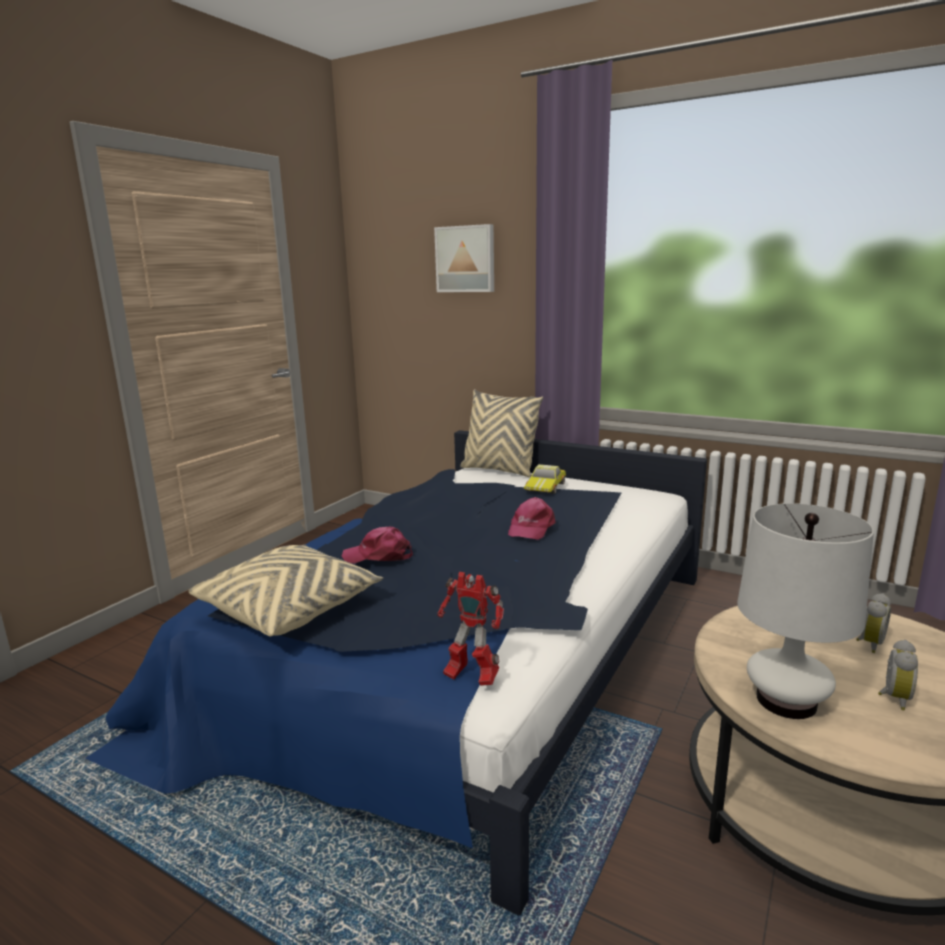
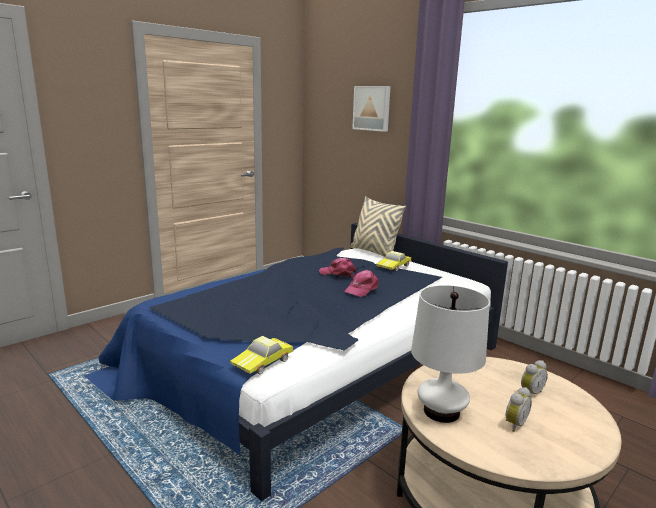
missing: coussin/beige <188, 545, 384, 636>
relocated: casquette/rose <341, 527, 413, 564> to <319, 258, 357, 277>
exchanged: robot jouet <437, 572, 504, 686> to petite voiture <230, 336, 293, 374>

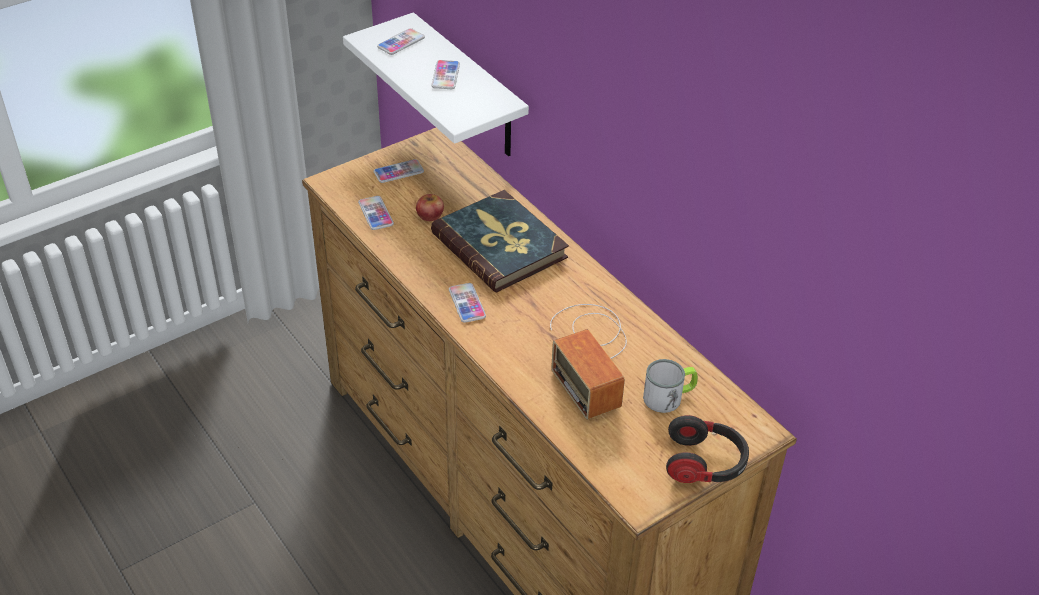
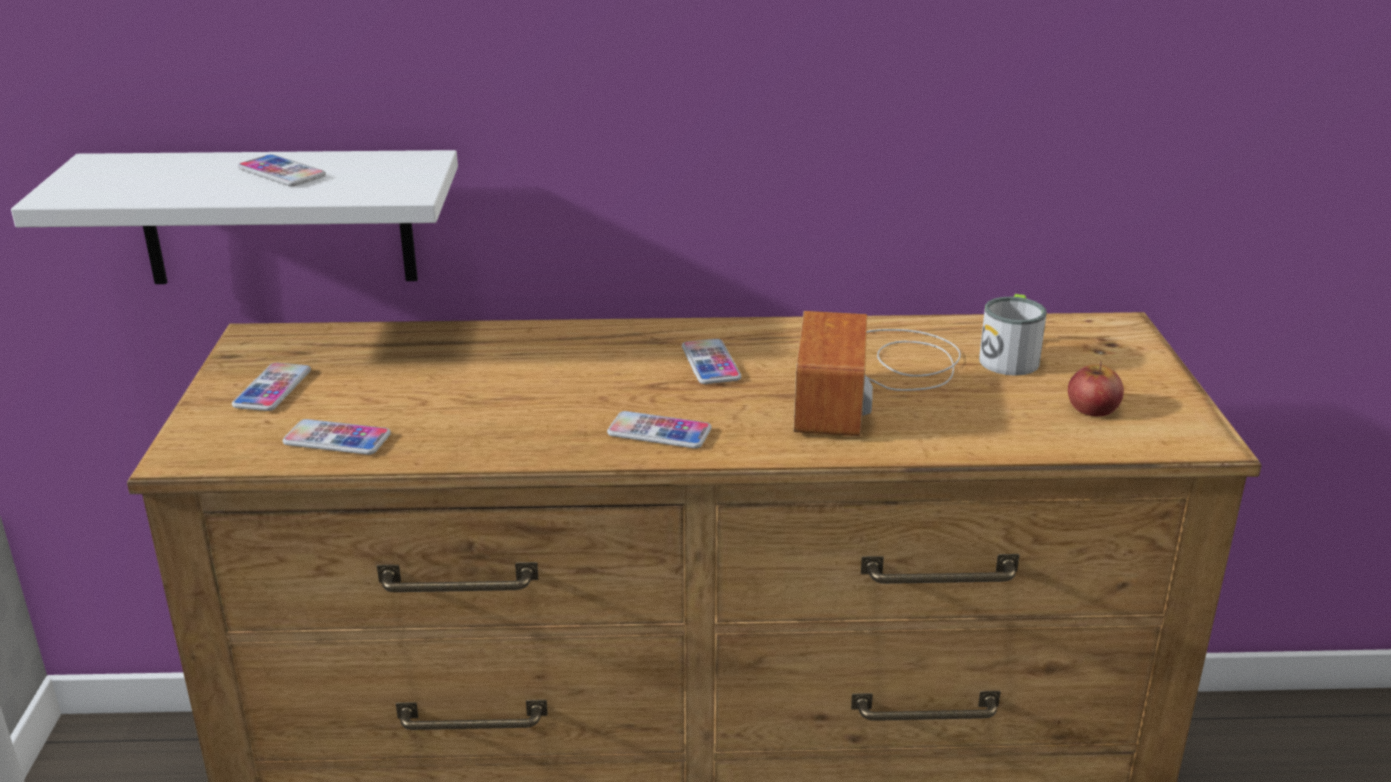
missing: livre <431, 190, 569, 292>; casque audio <666, 415, 749, 483>
relocated: téléphone <377, 28, 425, 55> to <682, 339, 742, 384>; pomme <416, 194, 444, 221> to <1068, 361, 1124, 416>
spun: radio <550, 304, 627, 420> = <794, 311, 961, 436> 90 degrees clockwise

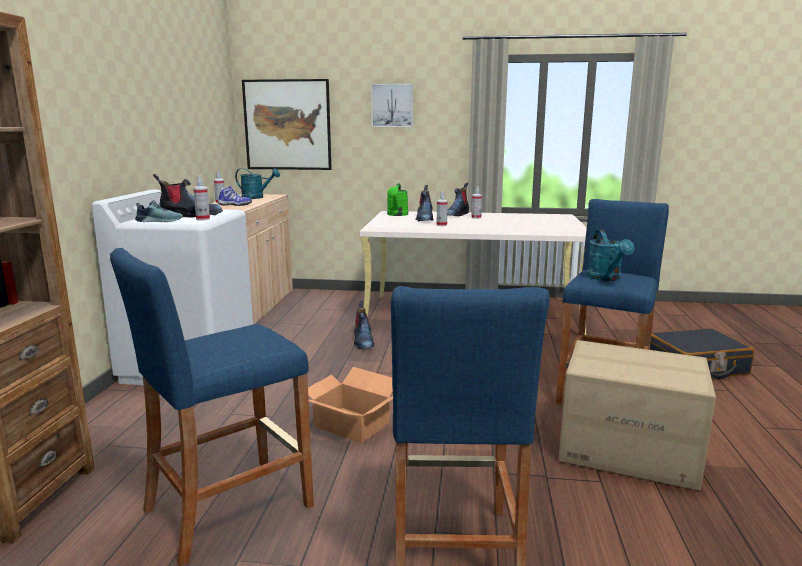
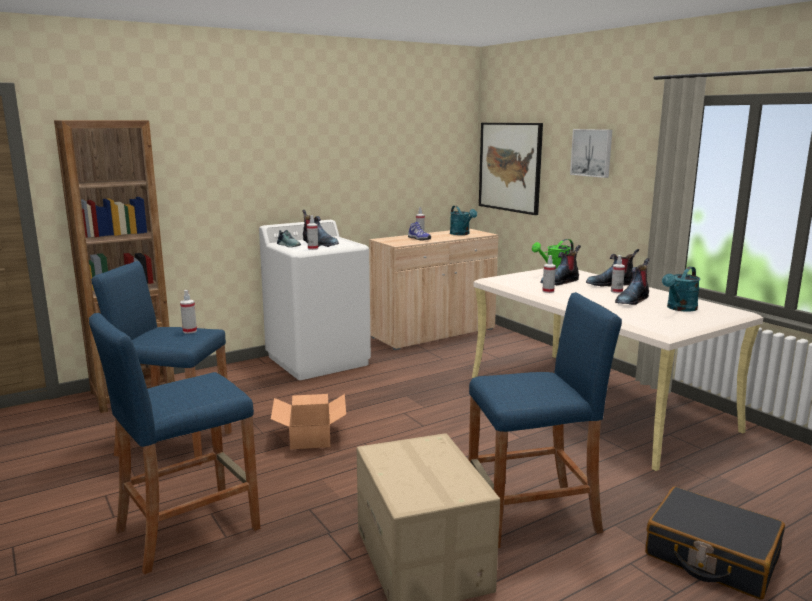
appeared: vaporisateur <180, 290, 197, 334>
relocated: arrosoir/turquoise <587, 230, 635, 281> to <662, 266, 700, 312>; botte <354, 301, 374, 349> to <615, 258, 650, 305>

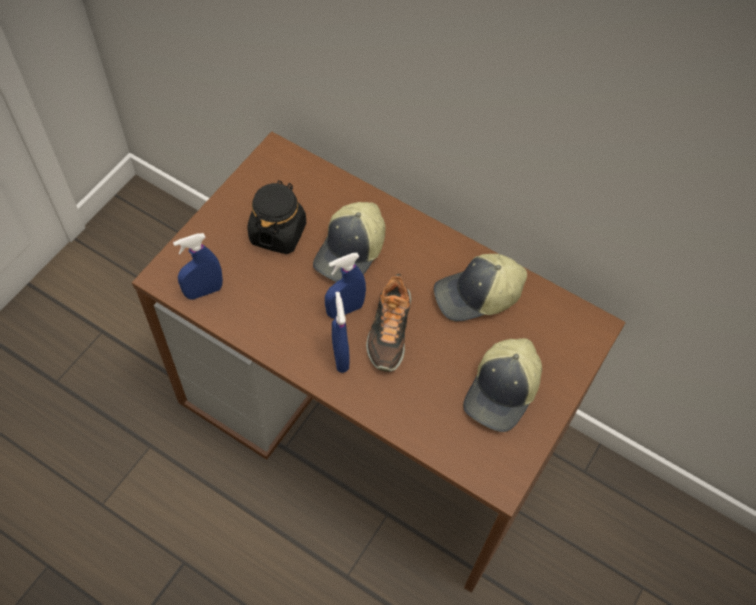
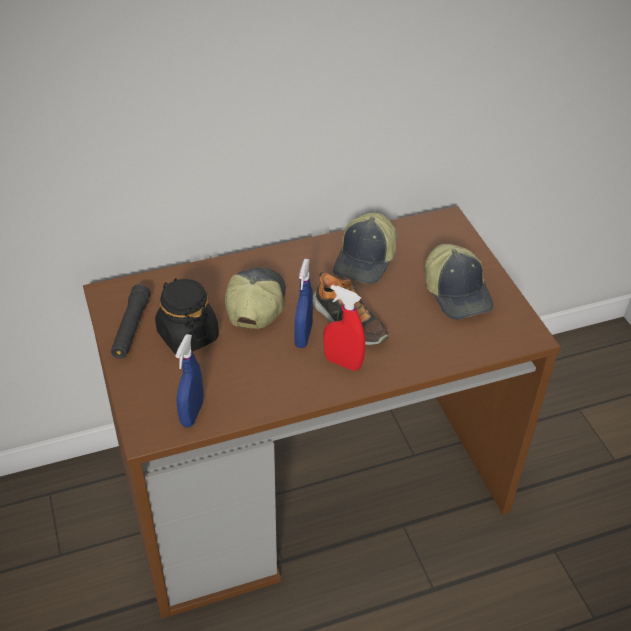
appeared: lampe de poche/noir <111, 284, 151, 359>
colour: vaporisateur/bleu <332, 292, 349, 373> to vaporisateur/rouge <324, 285, 365, 371>
spun: casquette <313, 202, 386, 282> = <225, 268, 286, 329> 150 degrees counterclockwise

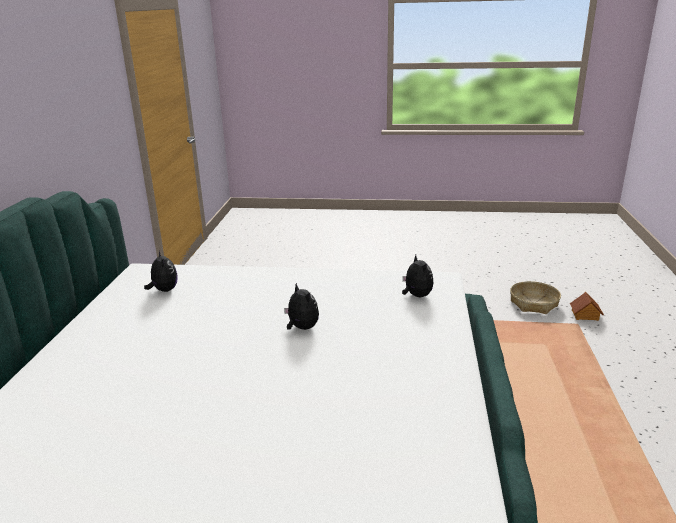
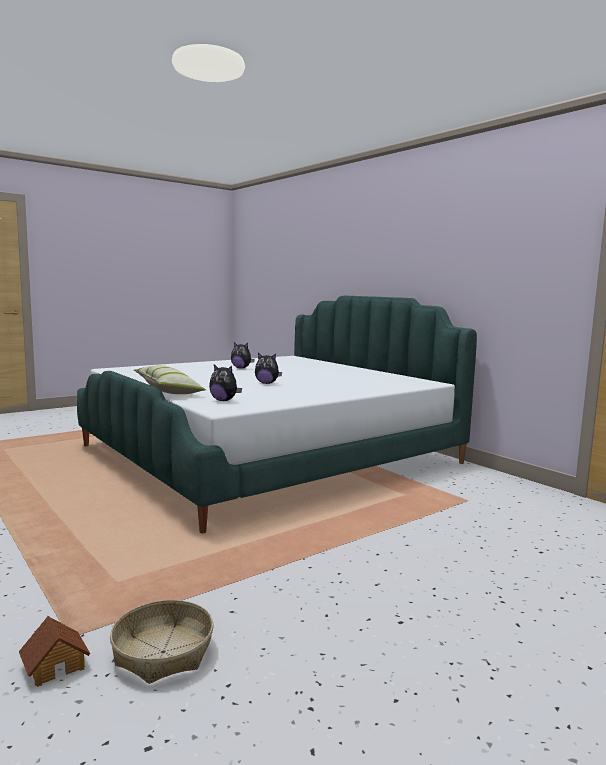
appeared: coussin <134, 365, 206, 394>
relocated: peluche <144, 251, 177, 292> to <231, 342, 255, 369>

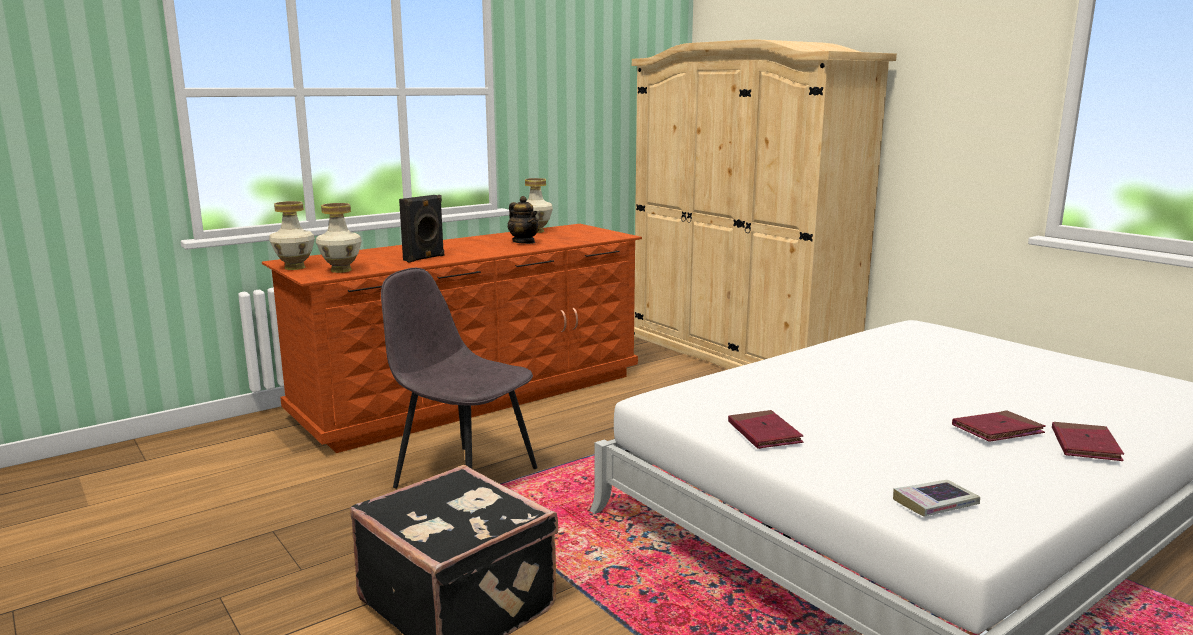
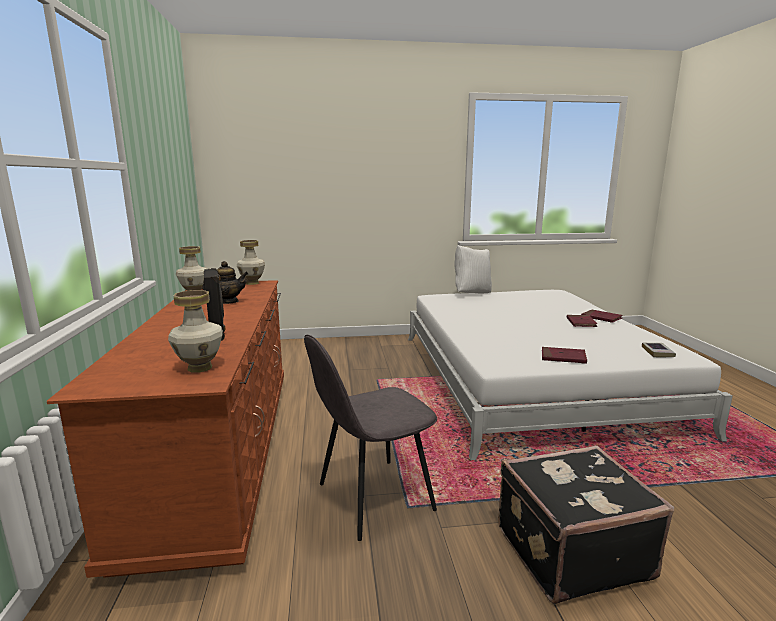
missing: armoire/beige <632, 39, 897, 369>
appeared: coussin/blanc <454, 245, 492, 293>
relocated: vase <269, 201, 315, 270> to <237, 240, 265, 285>

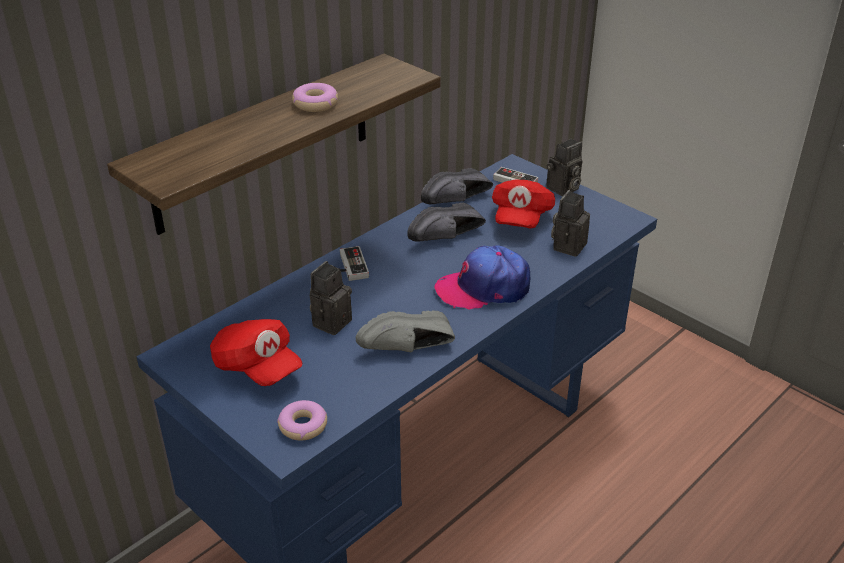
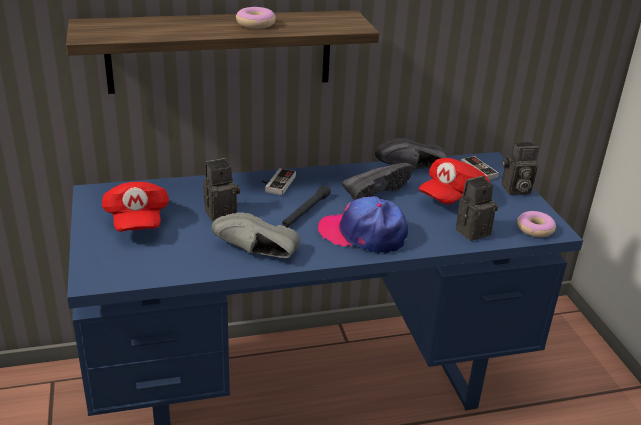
appeared: lampe de poche/noir <282, 185, 331, 228>
relocated: beignet <277, 400, 327, 441> to <517, 211, 556, 237>
spun: chaussure/noir <407, 203, 486, 242> = <342, 163, 414, 200> 150 degrees clockwise

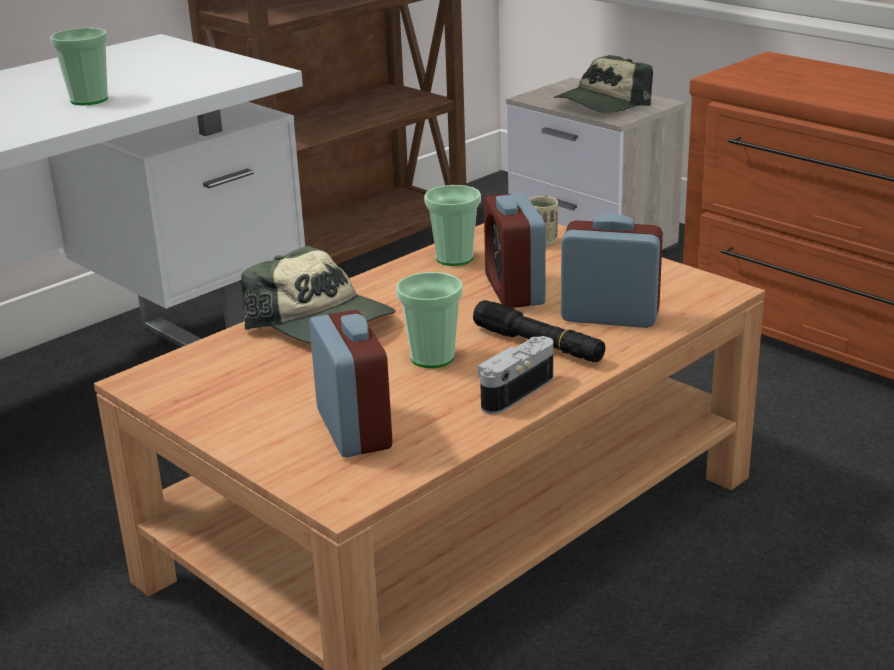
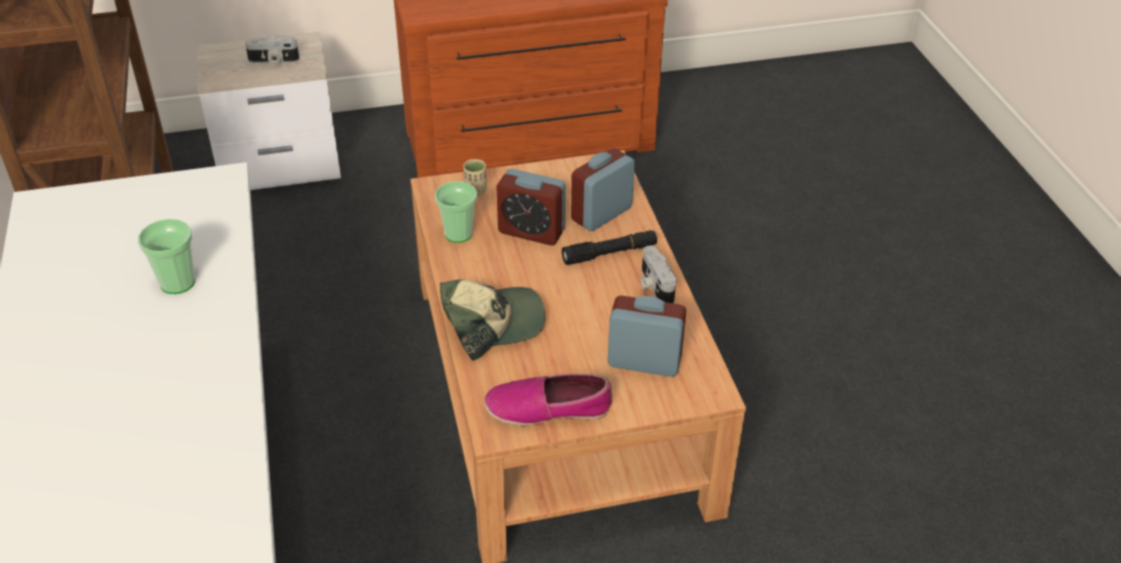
missing: tasse <396, 272, 462, 368>
appeared: chaussure <484, 374, 612, 426>
exchanged: casquette <554, 55, 653, 113> to appareil photo <245, 36, 299, 64>

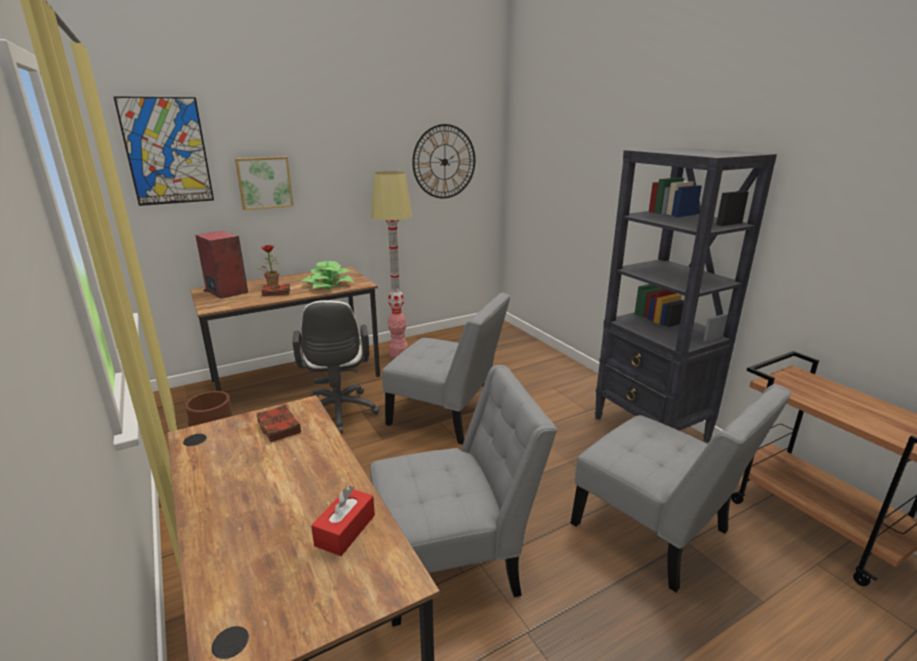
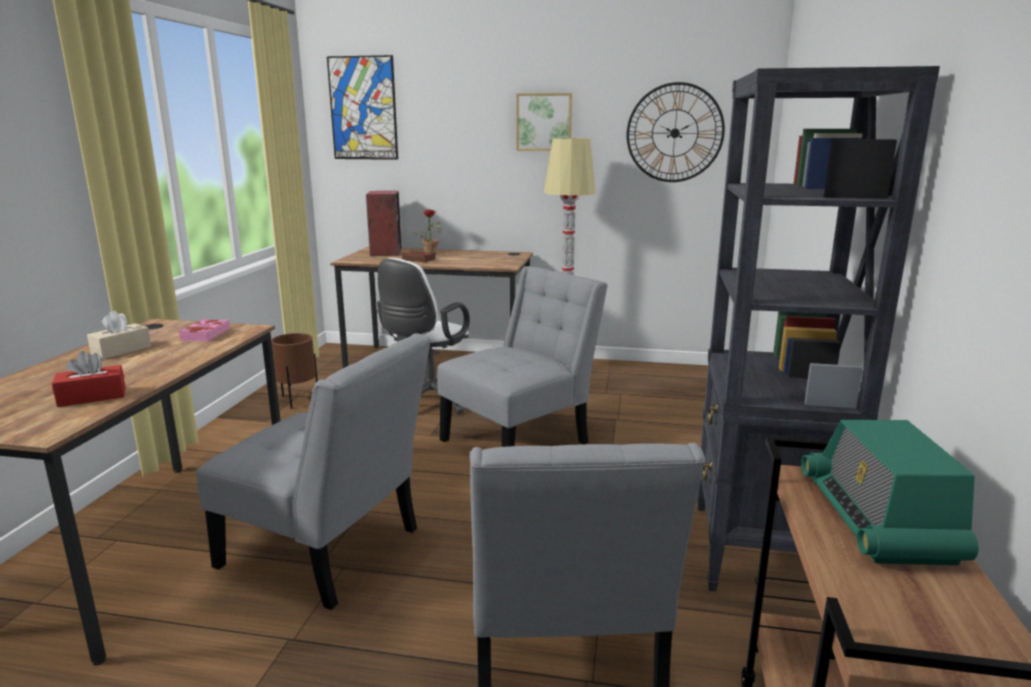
missing: plante en pot <300, 261, 354, 290>
appeared: boîte à mouchoirs/beige <87, 311, 151, 359>; radio <801, 420, 978, 565>
relocated: tableau <235, 157, 294, 210> to <516, 93, 572, 151>
colour: livre/marron <257, 404, 301, 442> to livre/rose <178, 319, 230, 342>
spun: chaise/gris <382, 292, 511, 445> = <437, 266, 608, 447> 105 degrees counterclockwise

